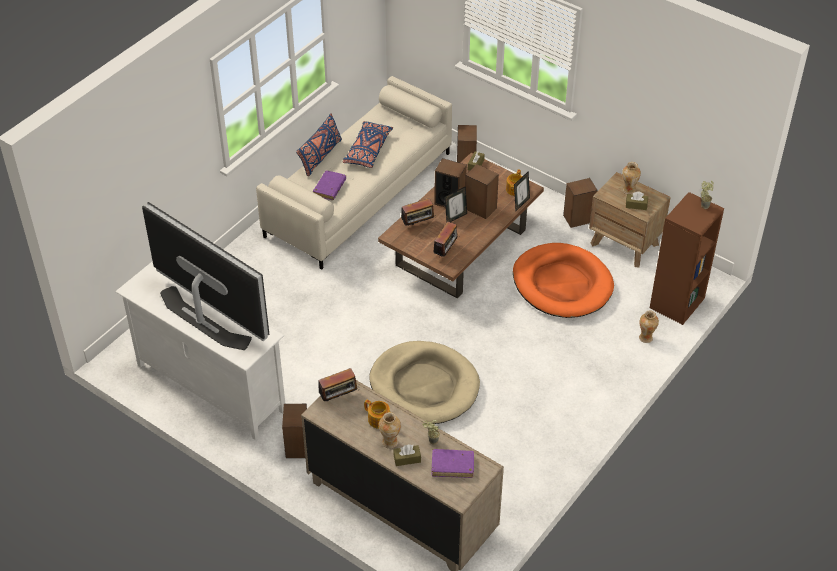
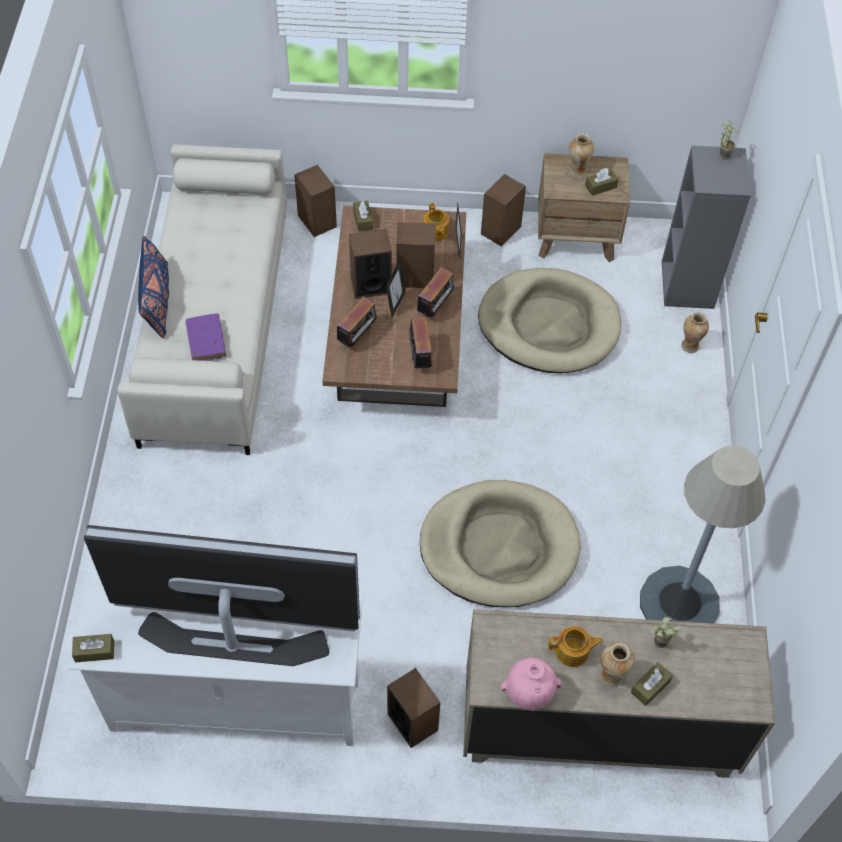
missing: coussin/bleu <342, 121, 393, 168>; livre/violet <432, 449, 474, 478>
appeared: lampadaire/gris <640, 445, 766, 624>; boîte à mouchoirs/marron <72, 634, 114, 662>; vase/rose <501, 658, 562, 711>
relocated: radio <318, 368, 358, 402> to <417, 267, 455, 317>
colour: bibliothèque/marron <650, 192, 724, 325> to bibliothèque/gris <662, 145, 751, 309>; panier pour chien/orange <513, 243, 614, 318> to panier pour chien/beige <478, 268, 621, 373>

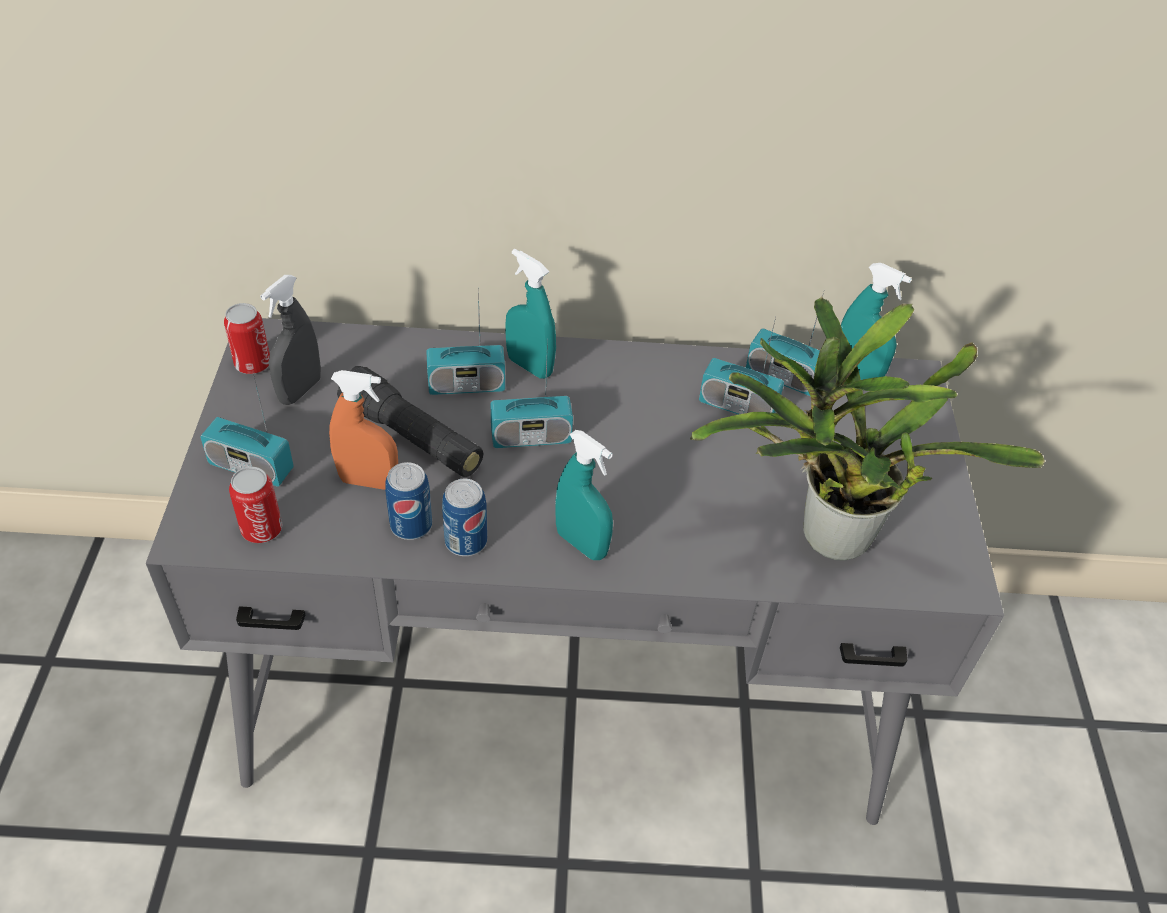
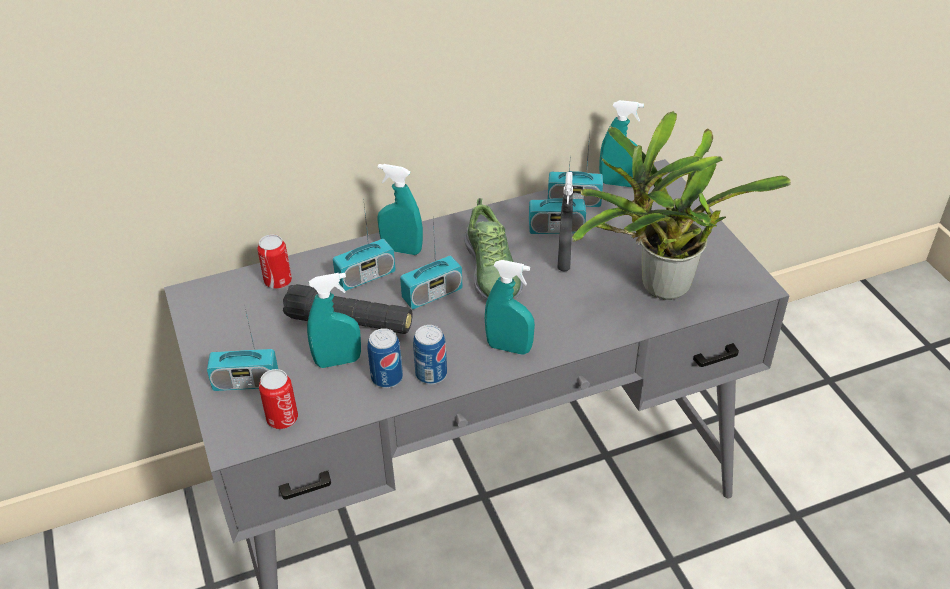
appeared: chaussure <464, 198, 523, 299>
relocated: vaporisateur/gris <260, 275, 321, 405> to <557, 172, 573, 272>; boîte métallique <224, 303, 270, 374> to <258, 235, 292, 289>
colour: vaporisateur/orange <329, 370, 398, 490> to vaporisateur/turquoise <307, 273, 361, 368>

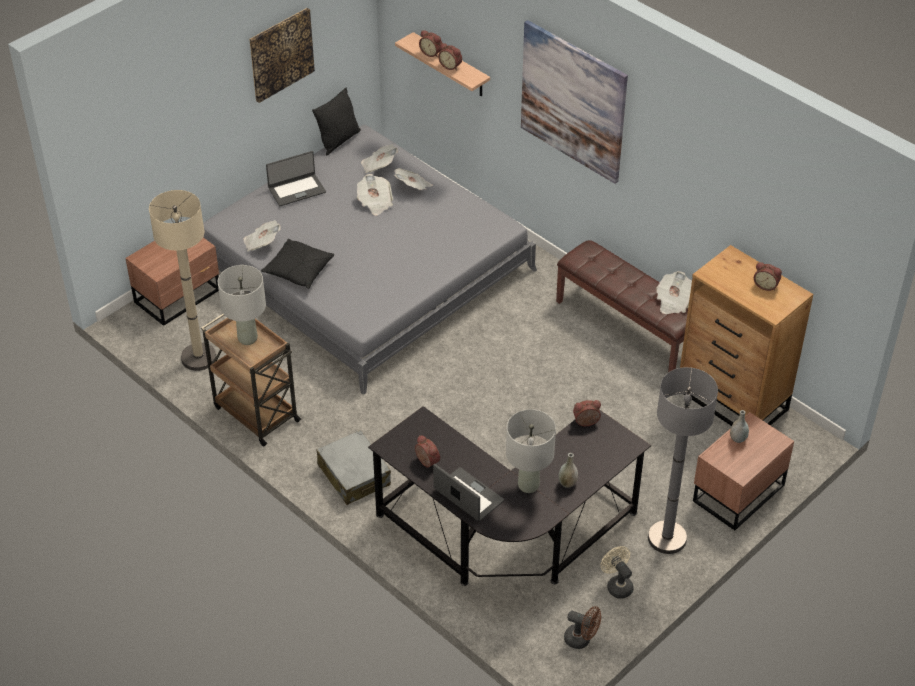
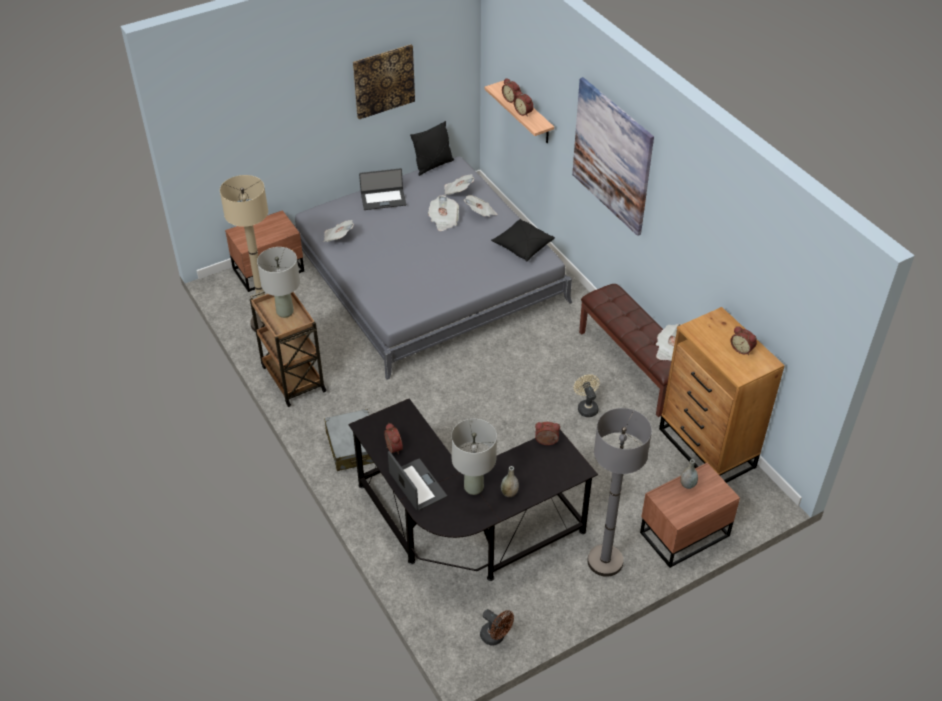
relocated: coussin/noir <261, 239, 334, 289> to <491, 219, 555, 261>; ventilateur/beige <601, 546, 634, 599> to <573, 374, 600, 417>

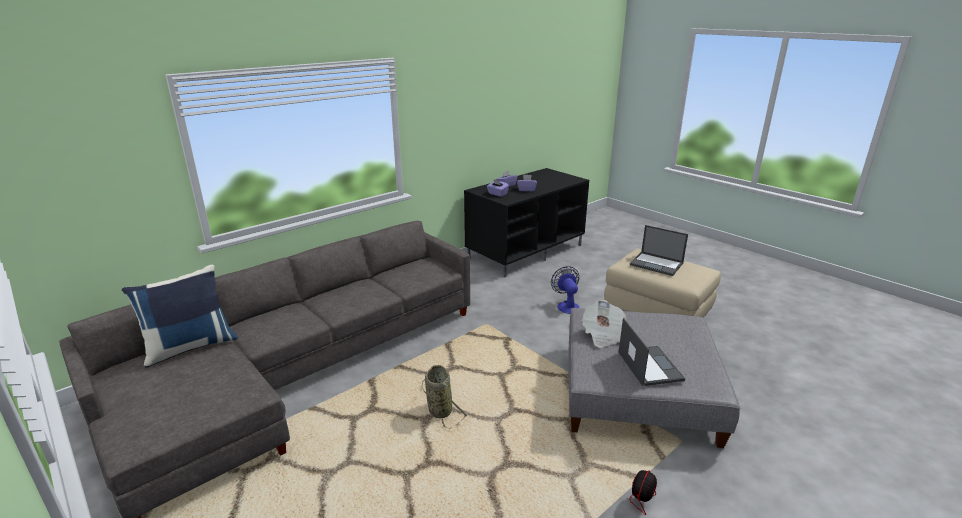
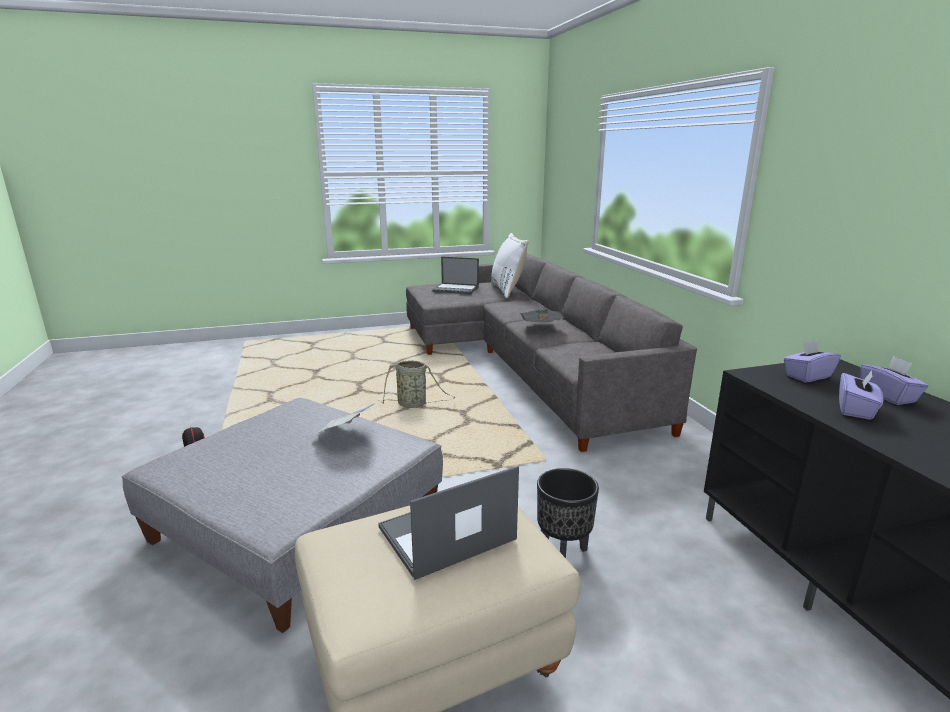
appeared: journal <520, 310, 564, 323>
relocated: ordinateur portable <619, 318, 685, 386> to <433, 257, 479, 294>
exchanged: ventilateur <551, 266, 579, 314> to cache-pot/noir <537, 468, 599, 558>
colour: coussin/bleu <122, 265, 238, 368> to coussin/blanc <491, 233, 529, 298>

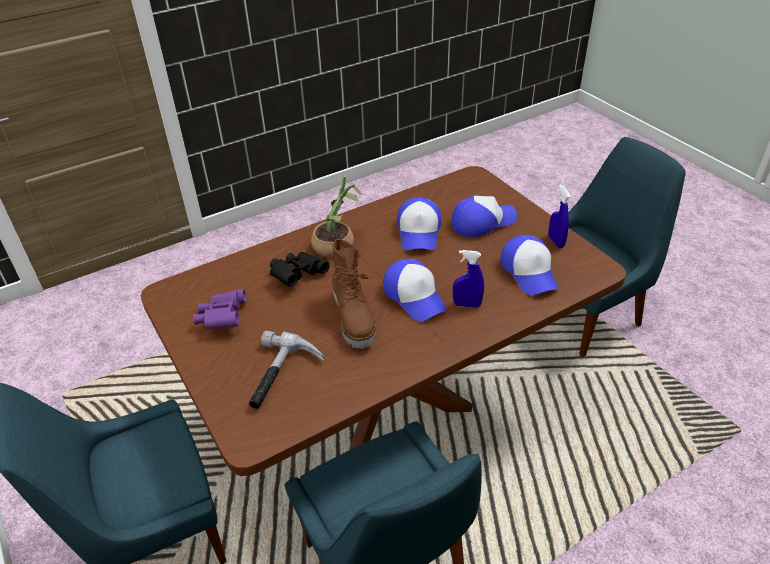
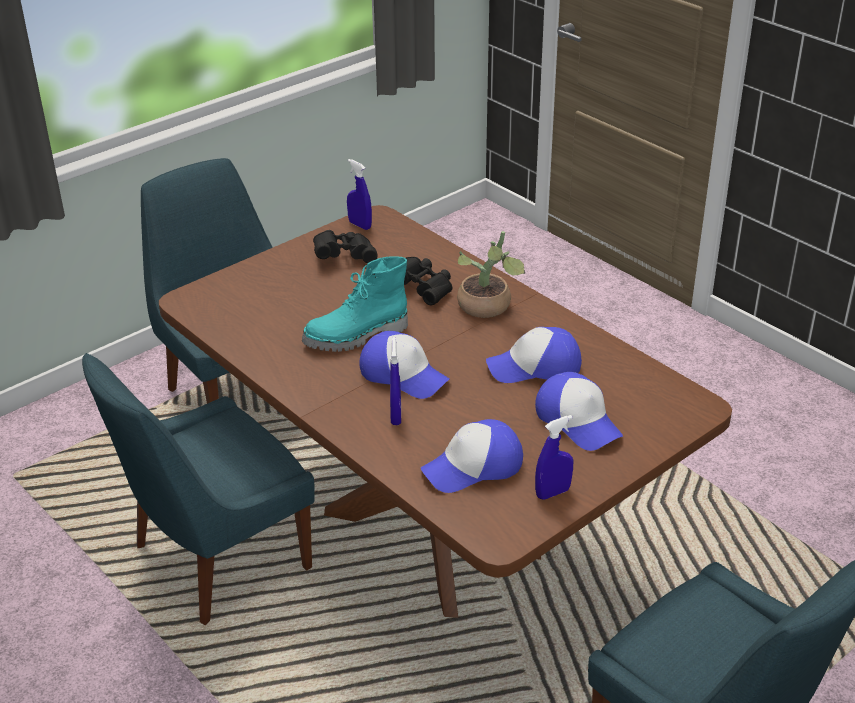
missing: marteau <249, 330, 325, 409>
appeared: vaporisateur/bleu <347, 159, 372, 230>
colour: botte/marron <332, 239, 376, 349> to botte/turquoise <302, 256, 408, 352>; jumelles/violet <193, 289, 246, 329> to jumelles/noir <313, 230, 378, 263>
spun: casquette <383, 259, 447, 321> = <360, 331, 450, 399> 105 degrees counterclockwise

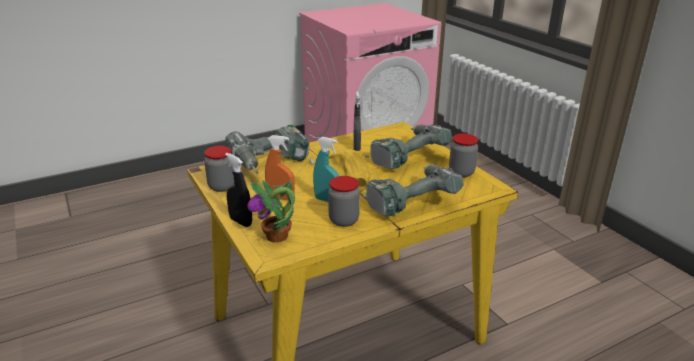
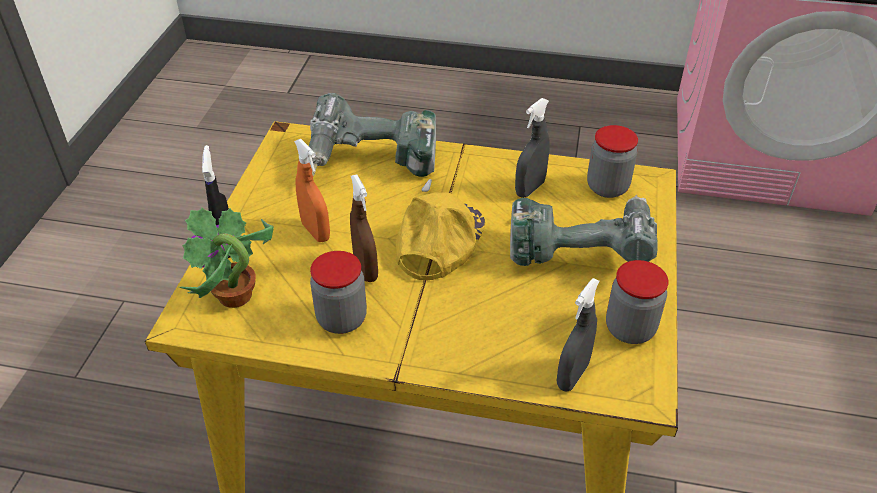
missing: perceuse <363, 164, 463, 216>
appeared: vaporisateur/gris <557, 278, 600, 392>
relocated: bocal <204, 146, 234, 192> to <587, 125, 638, 198>
colour: vaporisateur/turquoise <313, 137, 339, 202> to vaporisateur/marron <350, 174, 378, 282>

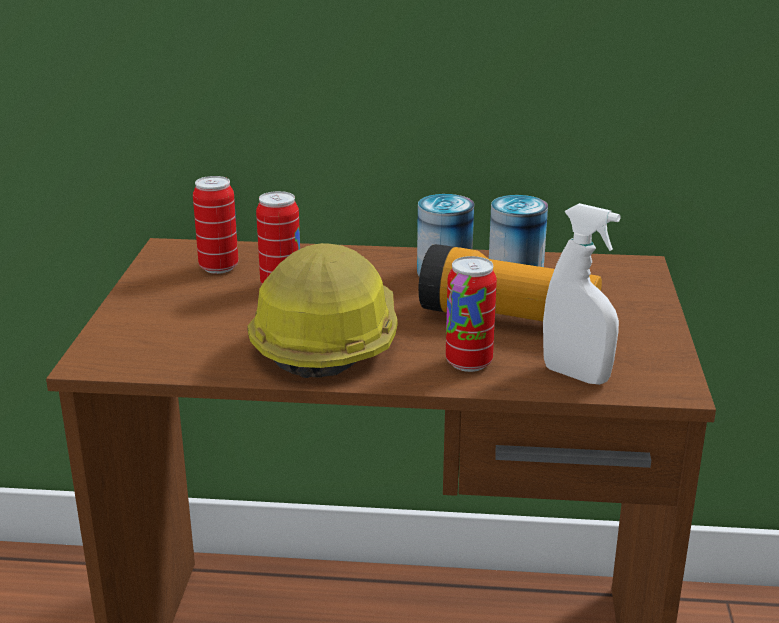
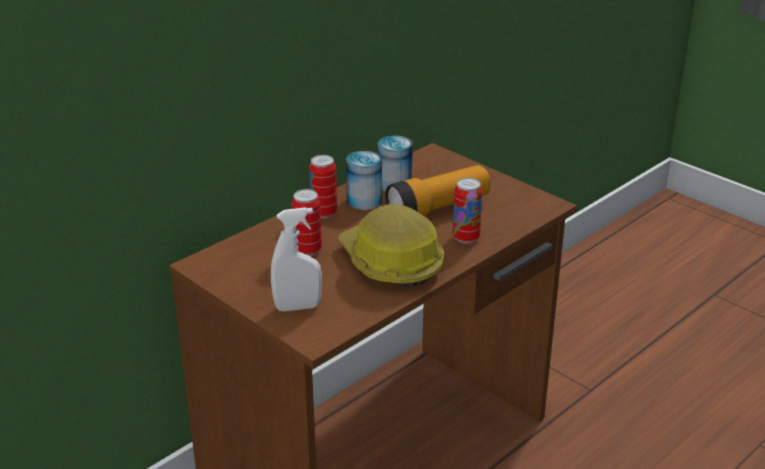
relocated: boîte métallique <193, 176, 238, 274> to <309, 155, 337, 219>; vaporisateur/blanc <543, 203, 621, 385> to <271, 207, 322, 312>

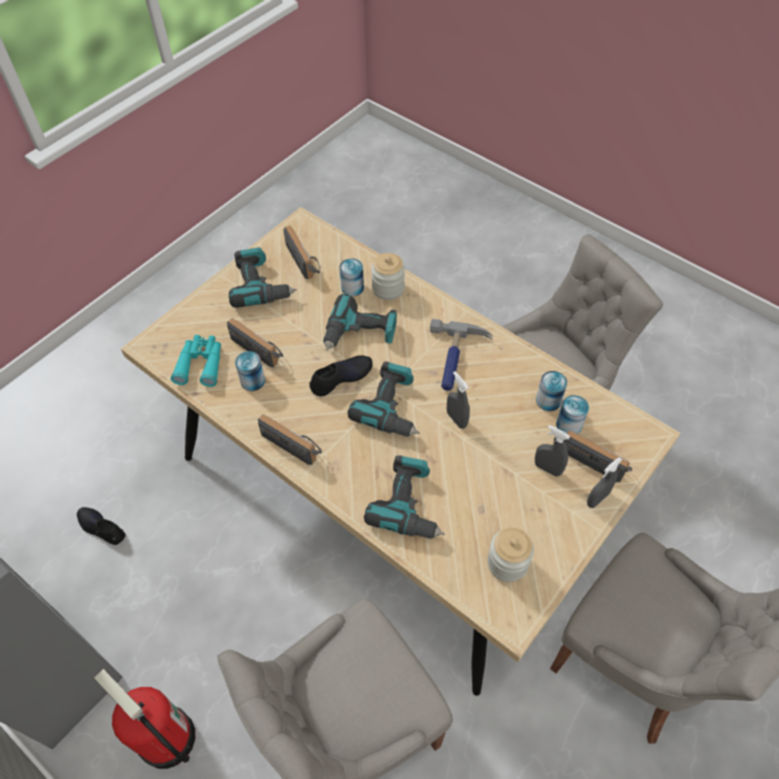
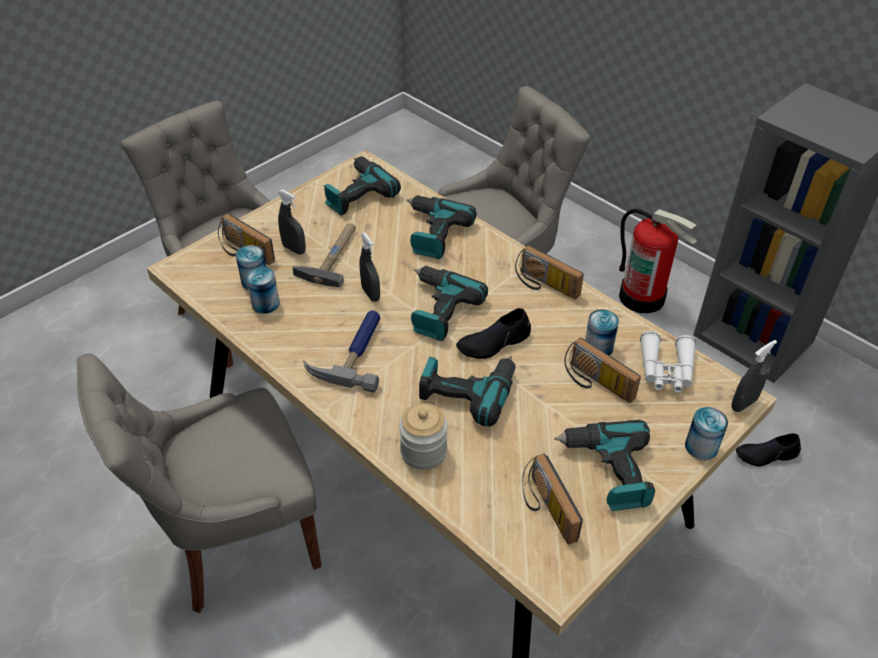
appeared: marteau <292, 223, 356, 287>
relocated: boîte métallique <340, 258, 364, 297> to <685, 407, 728, 460>; vaporisateur/gris <587, 457, 622, 508> to <731, 340, 777, 412>
exchanged: bocal <487, 528, 534, 582> to perceuse <323, 156, 401, 216>
colour: jumelles/turquoise <171, 335, 221, 387> to jumelles/blanc <640, 331, 696, 392>
spun: chaussure/noir <77, 507, 126, 545> = <736, 433, 801, 466> 135 degrees clockwise

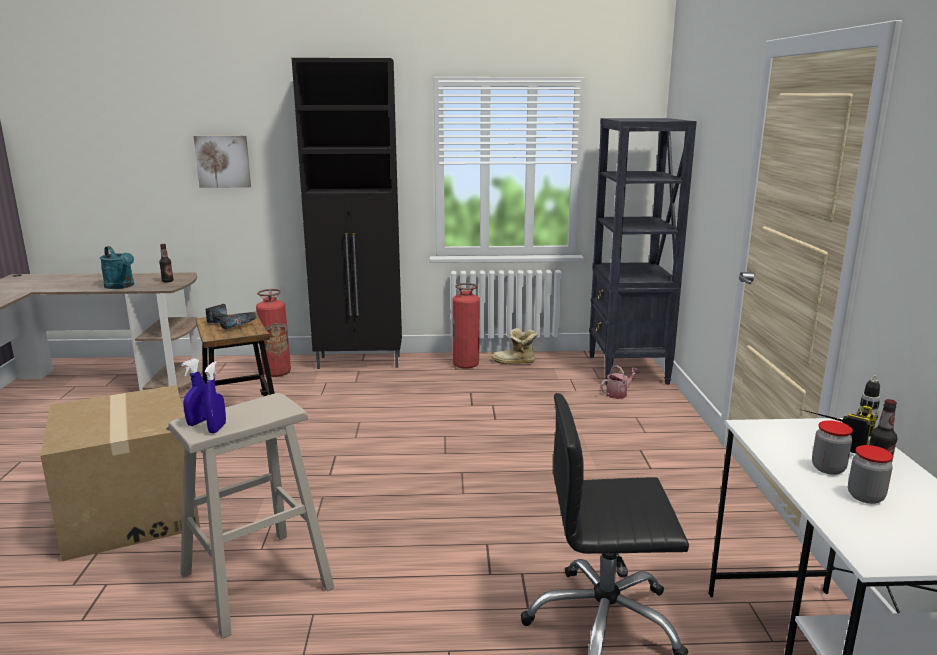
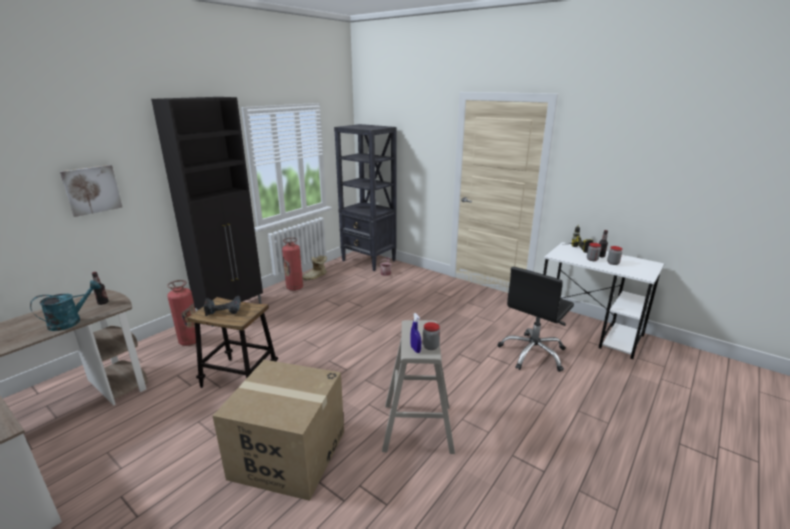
exchanged: vaporisateur/bleu <204, 361, 226, 433> to bocal <423, 322, 440, 350>
spun: arrosoir/turquoise <100, 246, 134, 289> = <30, 280, 101, 331> 45 degrees counterclockwise

